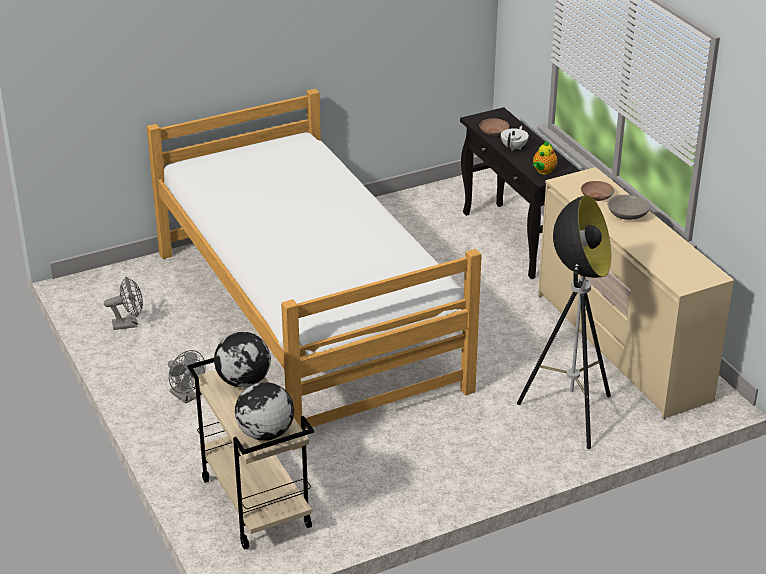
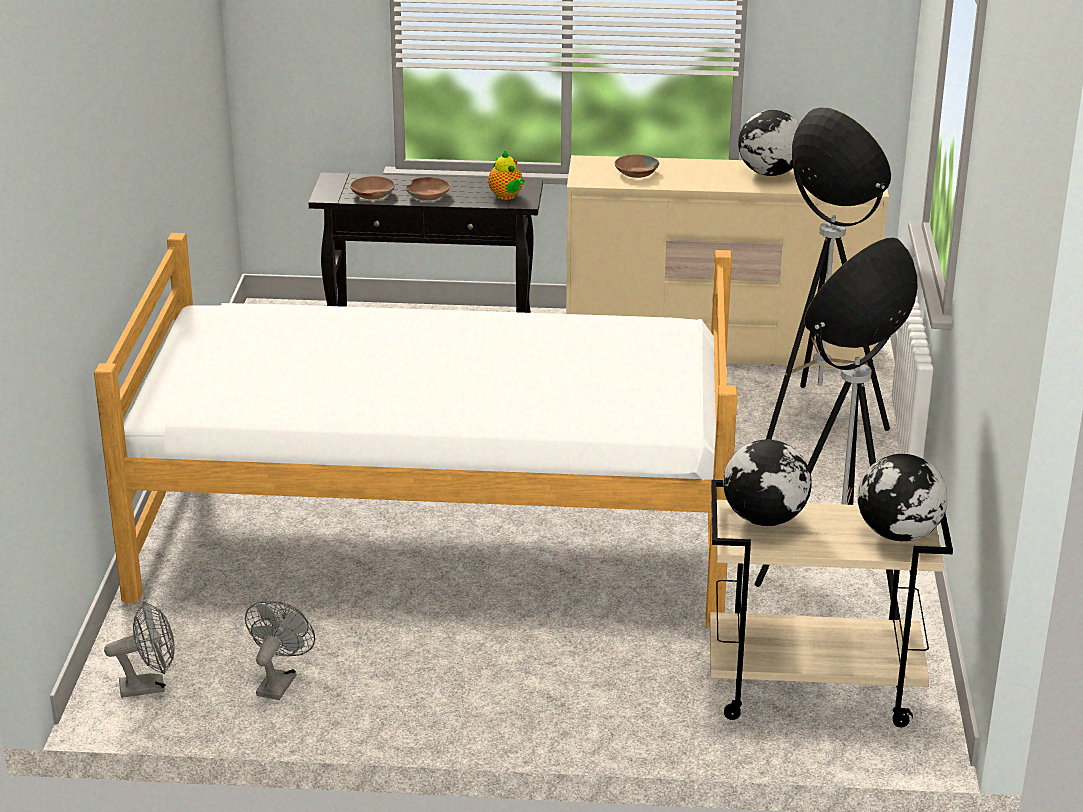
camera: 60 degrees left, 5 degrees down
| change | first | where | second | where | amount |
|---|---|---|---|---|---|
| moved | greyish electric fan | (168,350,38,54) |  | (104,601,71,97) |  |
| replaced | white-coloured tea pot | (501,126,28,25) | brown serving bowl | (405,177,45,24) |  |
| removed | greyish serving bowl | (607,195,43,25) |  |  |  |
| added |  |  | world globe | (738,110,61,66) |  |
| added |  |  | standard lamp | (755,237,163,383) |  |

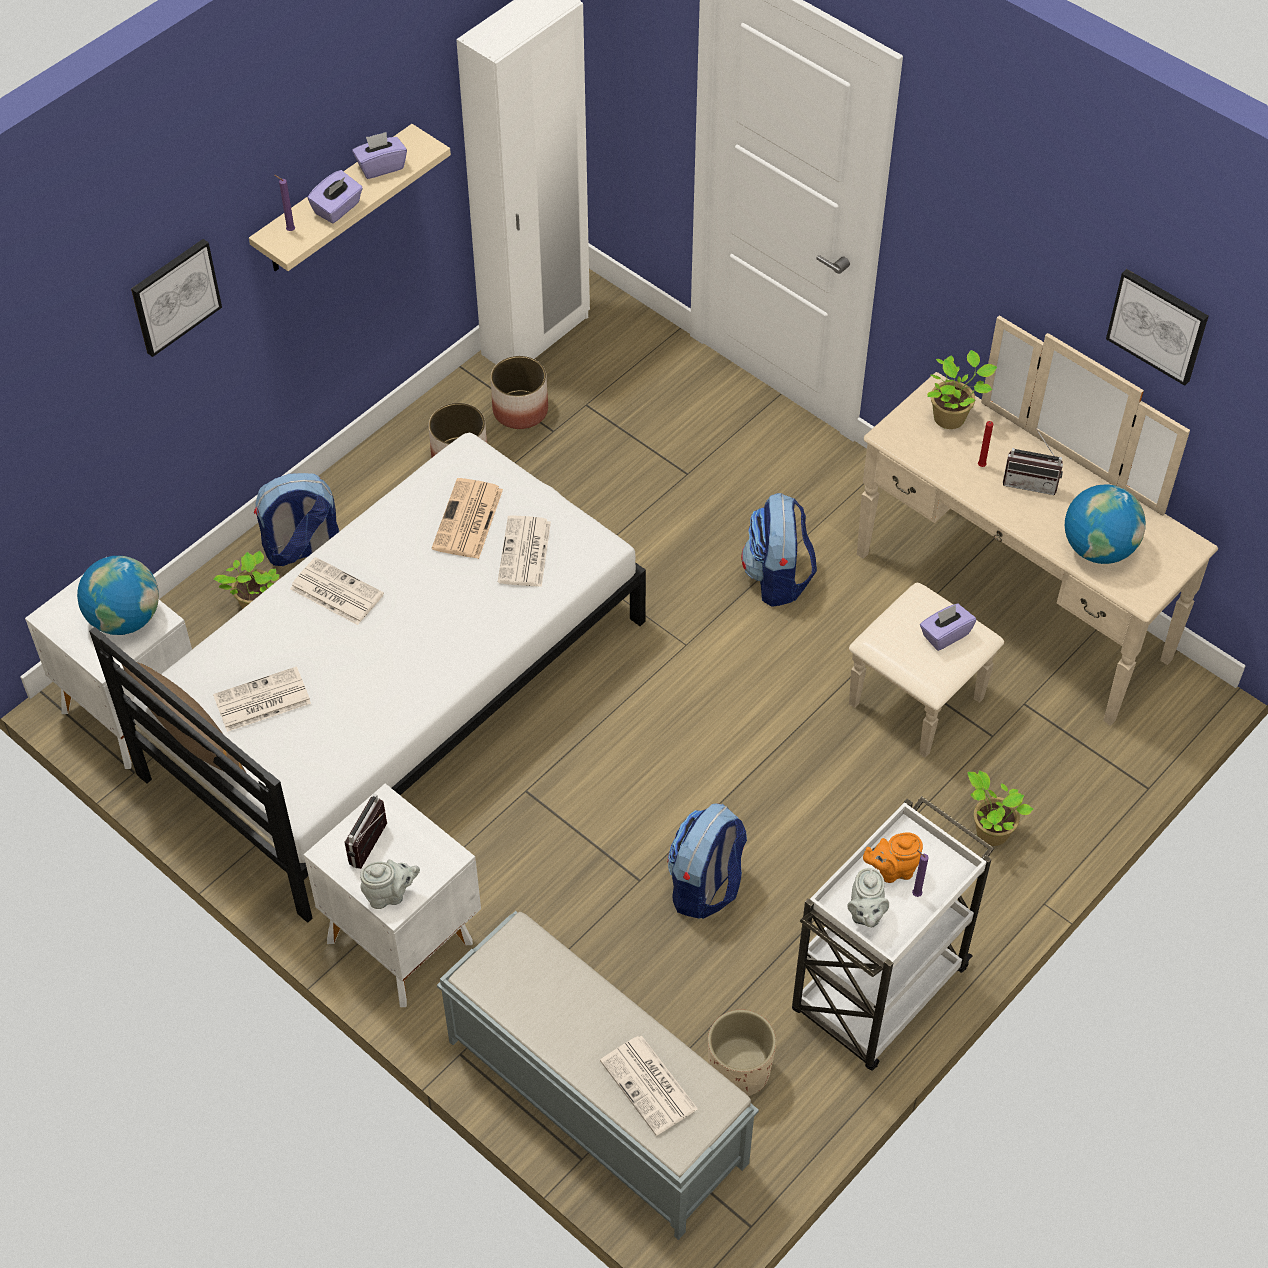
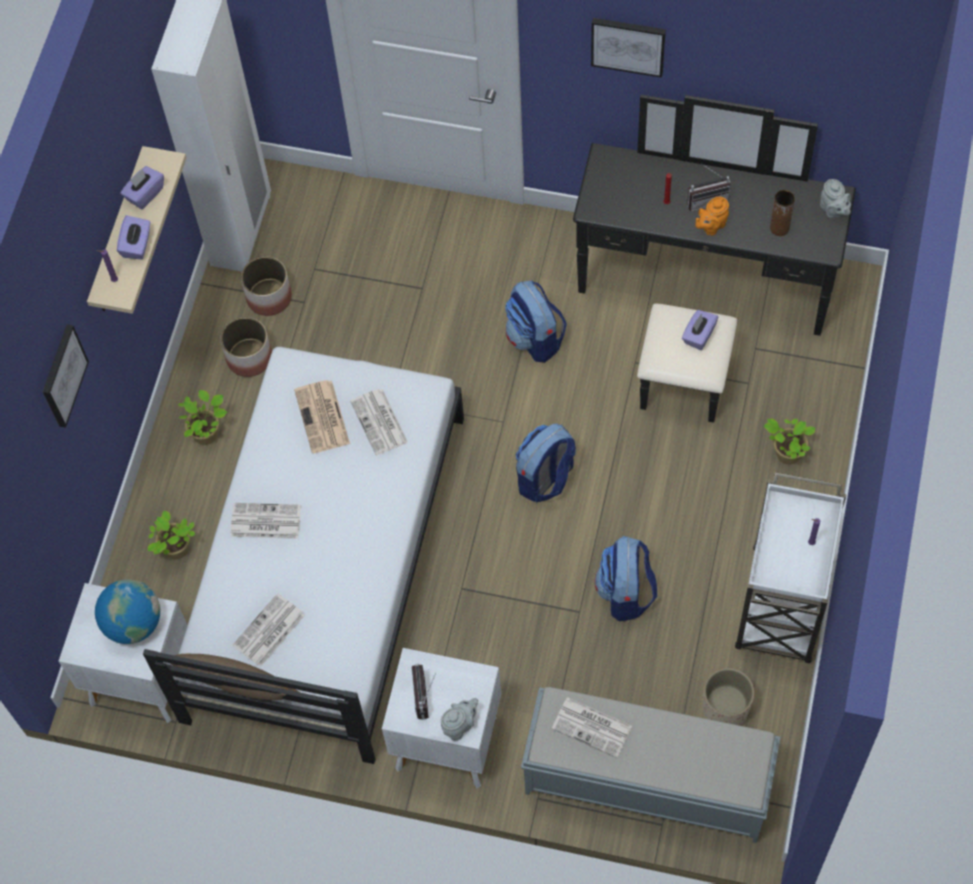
camera: 25 degrees left, 10 degrees up
| change | first | where | second | where | amount |
|---|---|---|---|---|---|
| moved | knapsack | (254,473,85,93) |  | (516,424,60,78) |  |
| moved | newspaper | (600,1036,98,100) |  | (552,697,80,61) |  |
| moved | greyish tea pot | (847,868,42,59) |  | (820,179,31,39) |  |
| recoloured | sand-coloured drawer chest | (849,315,369,443) | blackish drawer chest | (573,95,283,328) |  |
| moved | orangey tea pot | (863,833,60,50) |  | (695,197,34,39) |  |
| moved | plant in a pot | (927,350,70,79) |  | (178,390,49,55) |  |
| replaced | world globe | (1065,485,81,79) | brown decorative vase | (770,190,25,46) |  |
| moved | picture | (1106,269,102,117) |  | (591,18,75,60) |  |

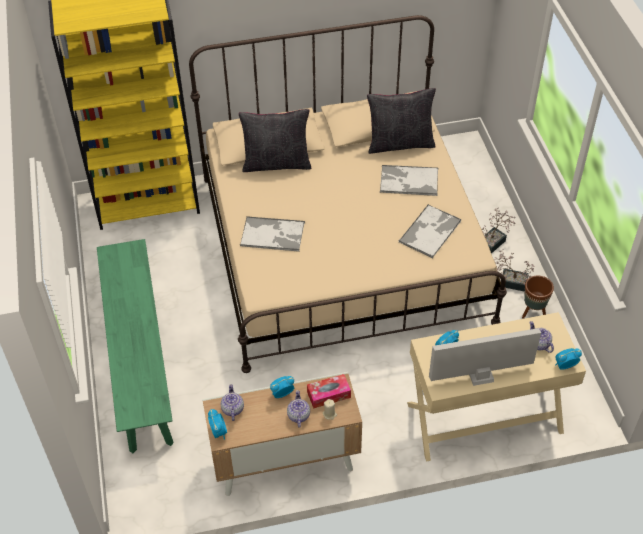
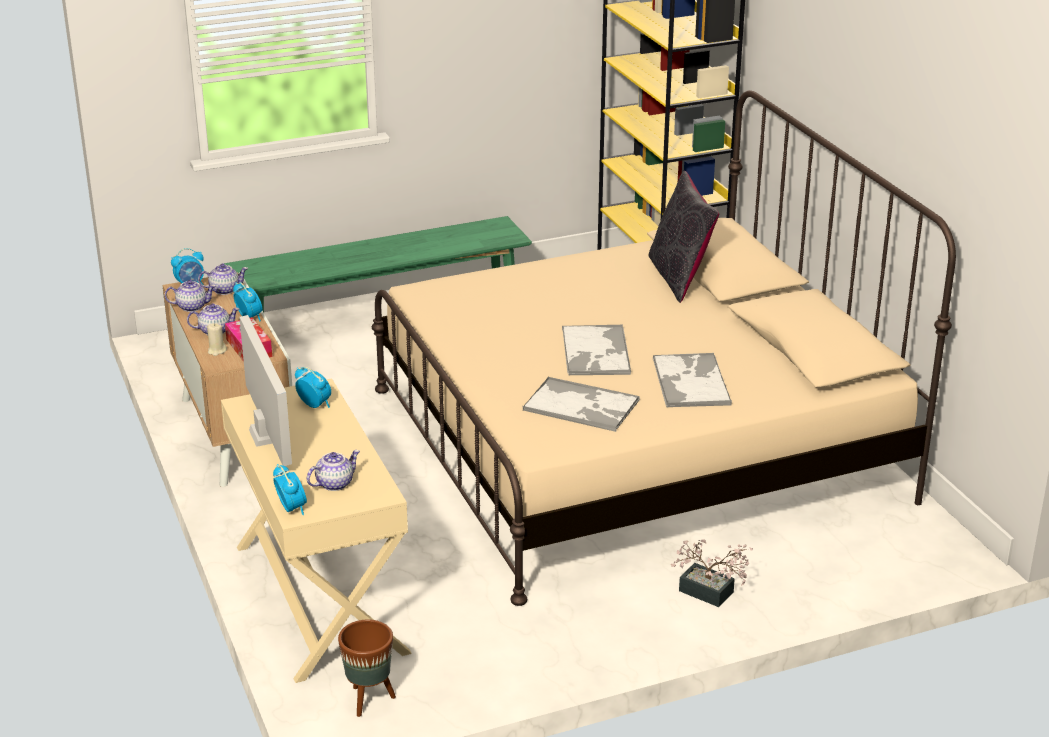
camera: 80 degrees right, 20 degrees down
| change | first | where | second | where | amount |
|---|---|---|---|---|---|
| moved | carrying tray | (240,216,65,36) |  | (562,325,69,50) |  |
| removed | blackish pillow | (367,88,69,66) |  |  |  |
| removed | plant in a pot | (494,249,41,43) |  |  |  |
| moved | brown flower pot | (522,275,32,44) |  | (338,619,58,98) |  |
| added |  |  | tea pot | (165,280,51,32) |  |

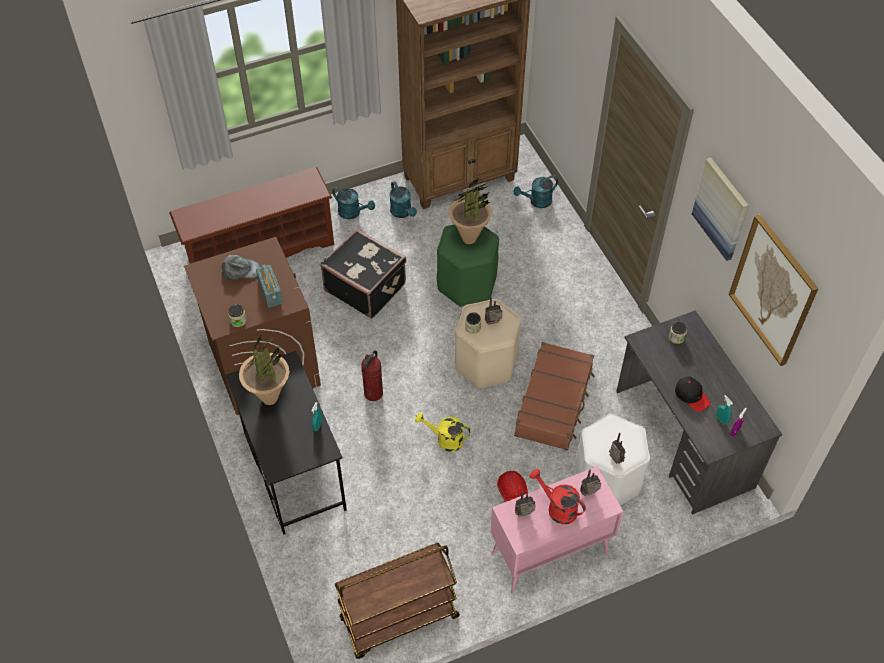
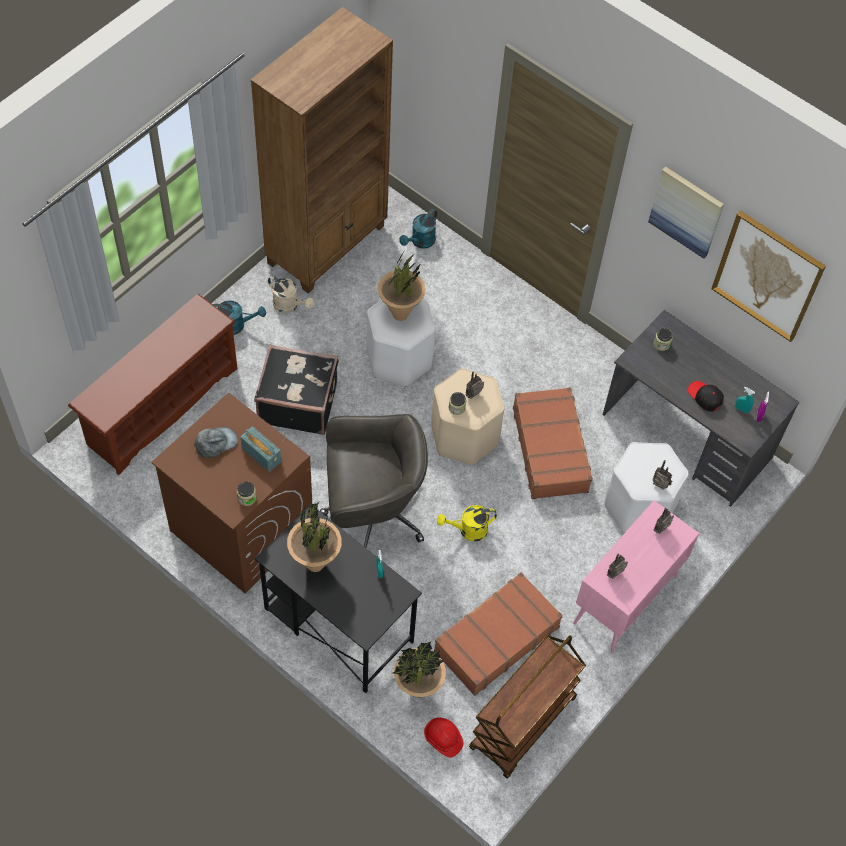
camera: 30 degrees left, 5 degrees up
| change | first | where | second | where | amount |
|---|---|---|---|---|---|
| replaced | fire-fighting cylinder | (361,350,22,51) | greyish computer chair | (320,414,108,134) |  |
| recoloured | turquoise sprinkling can | (390,181,27,37) | sand-coloured sprinkling can | (268,276,46,37) |  |
| recoloured | greenish stool seat | (437,225,62,82) | white-coloured stool seat | (366,299,69,88) |  |
| moved | red-coloured hard hat | (497,471,31,31) |  | (424,718,40,40) |  |
| removed | red-coloured sprinkling can | (530,469,56,55) |  |  |  |
| turned | blackish peaked cap | (675,377,35,35) |  | (687,381,37,31) | 150 degrees counterclockwise |
| added |  |  | plant in a pot | (392,641,54,57) |  |
| added |  |  | brown travel case | (434,572,129,124) |  |

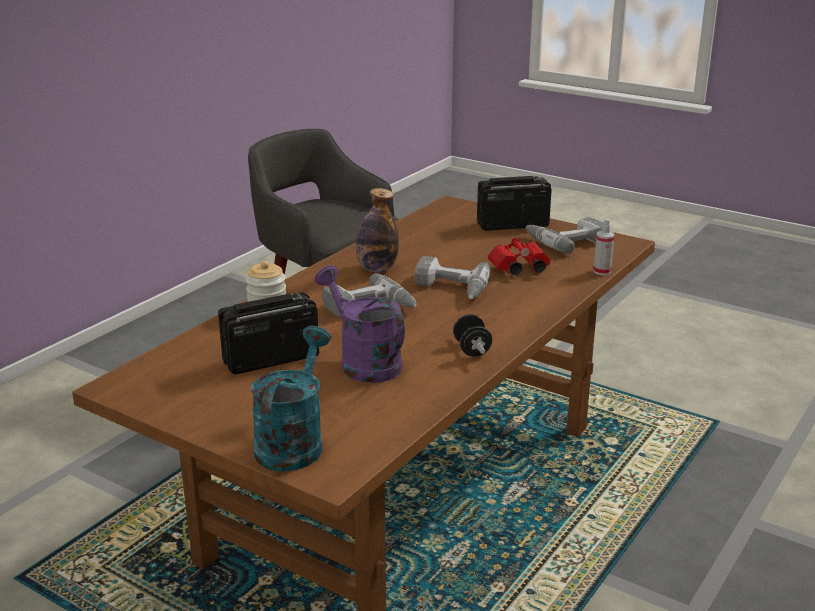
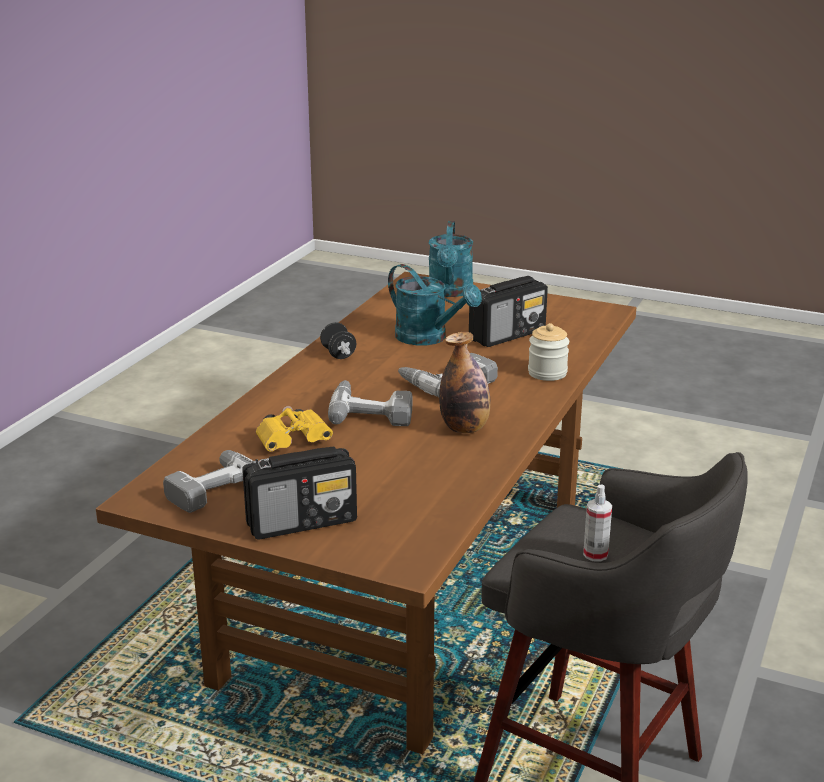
camera: 170 degrees right, 0 degrees up
| change | first | where | second | where | amount |
|---|---|---|---|---|---|
| recoloured | purple sprinkling can | (315,265,90,118) | turquoise sprinkling can | (388,264,94,81) |  |
| recoloured | red-coloured field glasses | (488,238,62,37) | yellow field glasses | (256,406,77,45) |  |
| moved | spray bottle | (593,219,22,56) |  | (583,485,29,77) |  |

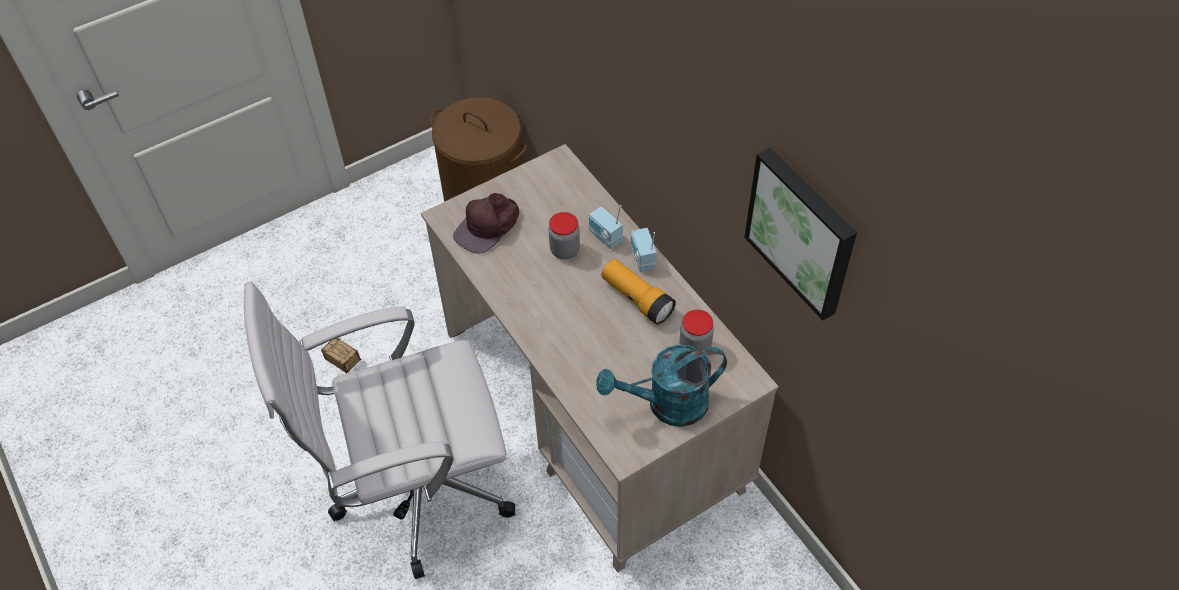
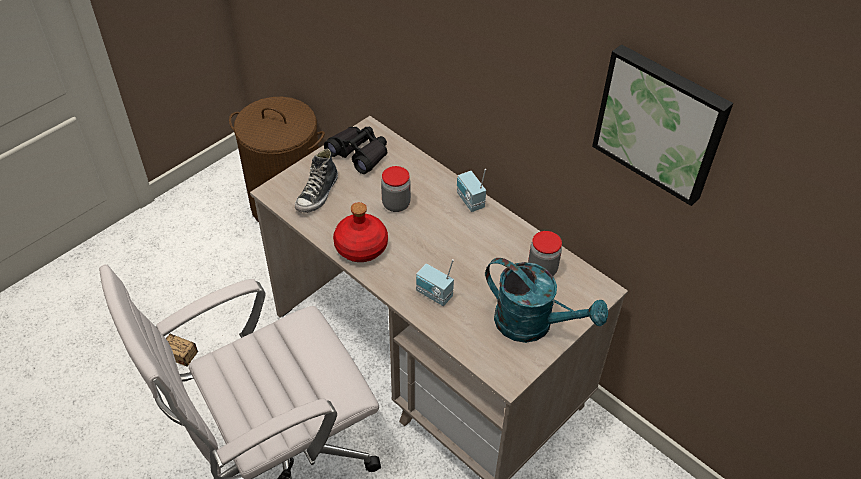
camera: 15 degrees left, 5 degrees down
| change | first | where | second | where | amount |
|---|---|---|---|---|---|
| replaced | brown peaked cap | (453,193,66,61) | shoe | (295,149,43,64) |  |
| moved | radio receiver | (589,205,34,44) |  | (416,259,38,47) |  |
| turned | turquoise sprinkling can | (596,345,131,82) |  | (485,258,123,85) | 120 degrees counterclockwise |
| removed | hand torch | (602,259,74,66) |  |  |  |
| added |  |  | blackish field glasses | (324,126,63,48) |  |
| added |  |  | red-coloured beverage bottle | (333,202,55,60) |  |

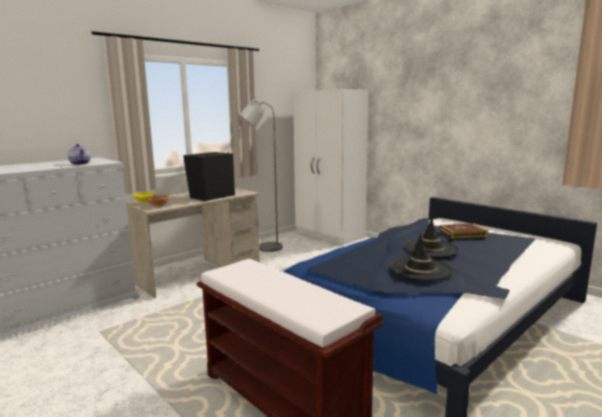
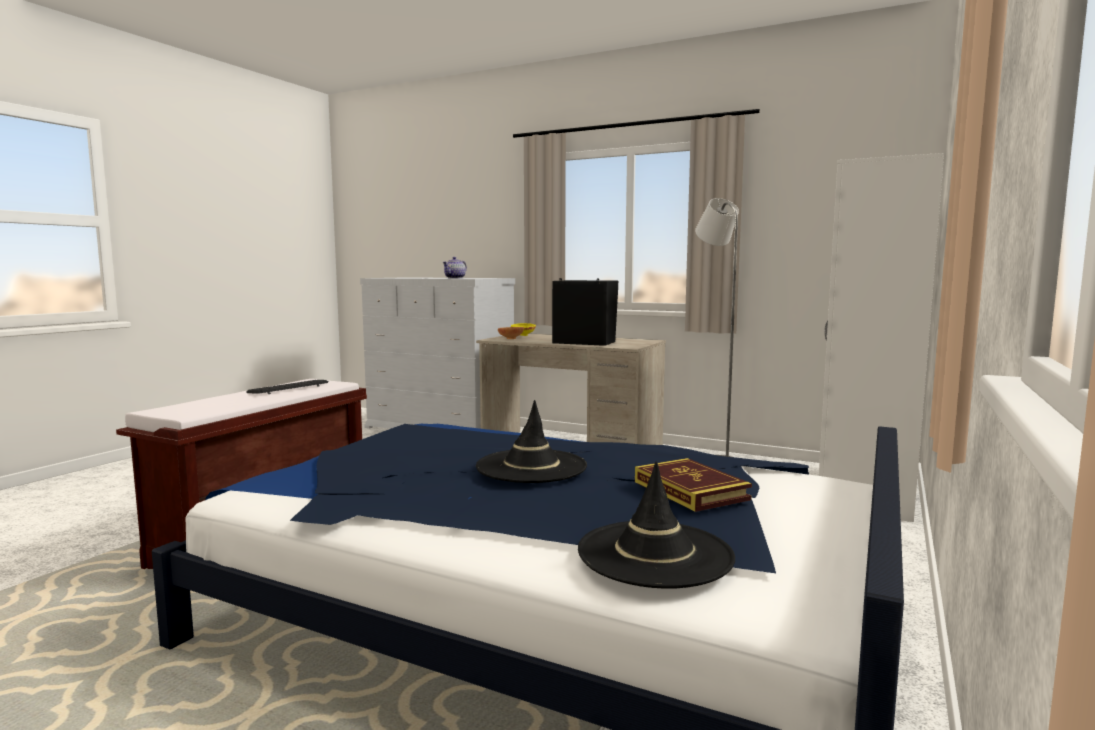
camera: 70 degrees right, 5 degrees down
| change | first | where | second | where | amount |
|---|---|---|---|---|---|
| moved | blackish clothing hat | (390,234,63,47) |  | (578,461,157,128) |  |
| added |  |  | keyboard | (246,380,83,14) |  |

